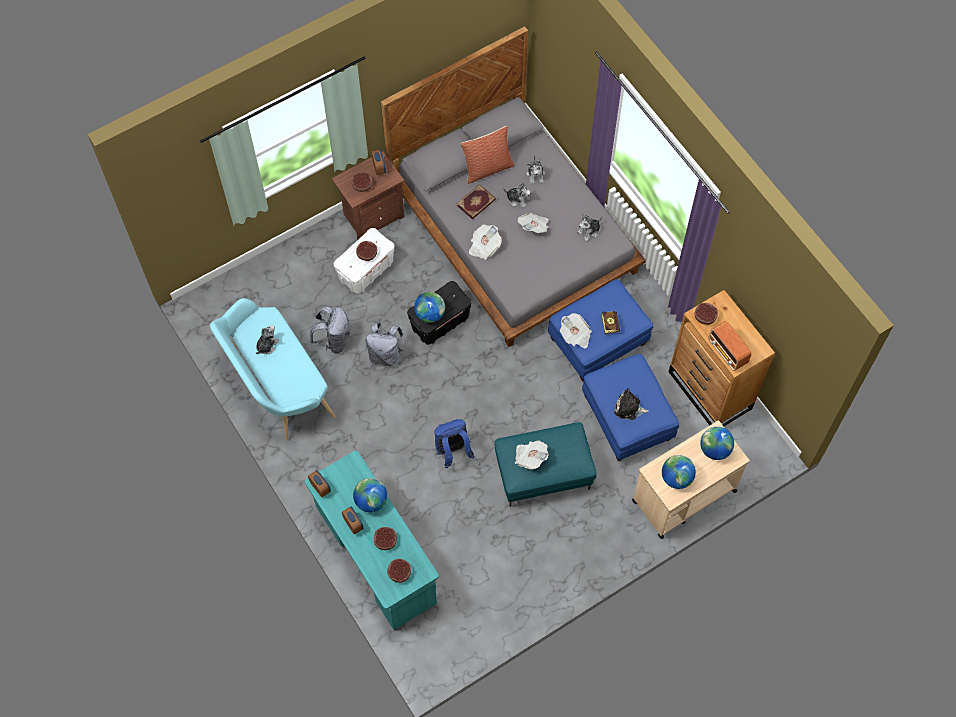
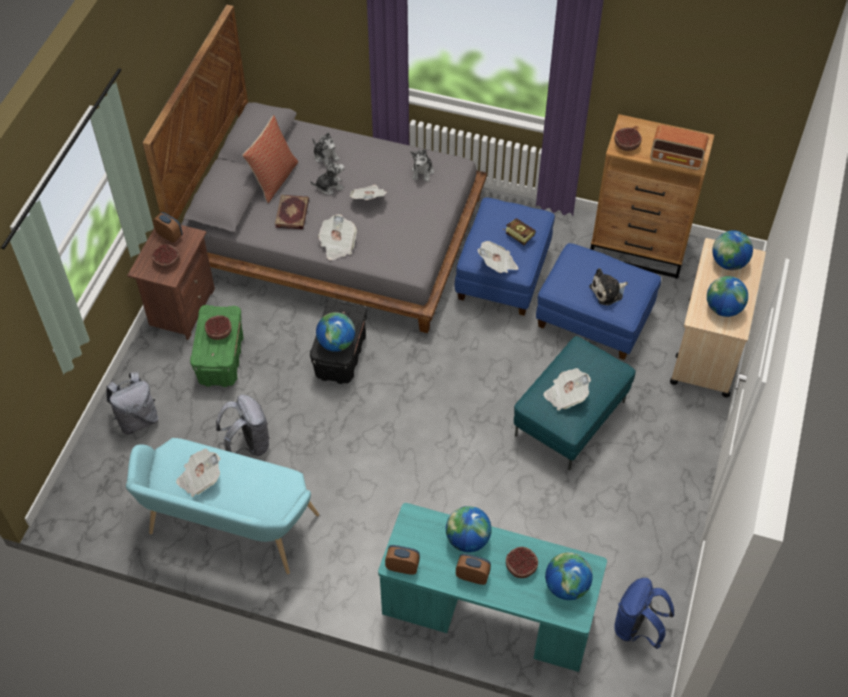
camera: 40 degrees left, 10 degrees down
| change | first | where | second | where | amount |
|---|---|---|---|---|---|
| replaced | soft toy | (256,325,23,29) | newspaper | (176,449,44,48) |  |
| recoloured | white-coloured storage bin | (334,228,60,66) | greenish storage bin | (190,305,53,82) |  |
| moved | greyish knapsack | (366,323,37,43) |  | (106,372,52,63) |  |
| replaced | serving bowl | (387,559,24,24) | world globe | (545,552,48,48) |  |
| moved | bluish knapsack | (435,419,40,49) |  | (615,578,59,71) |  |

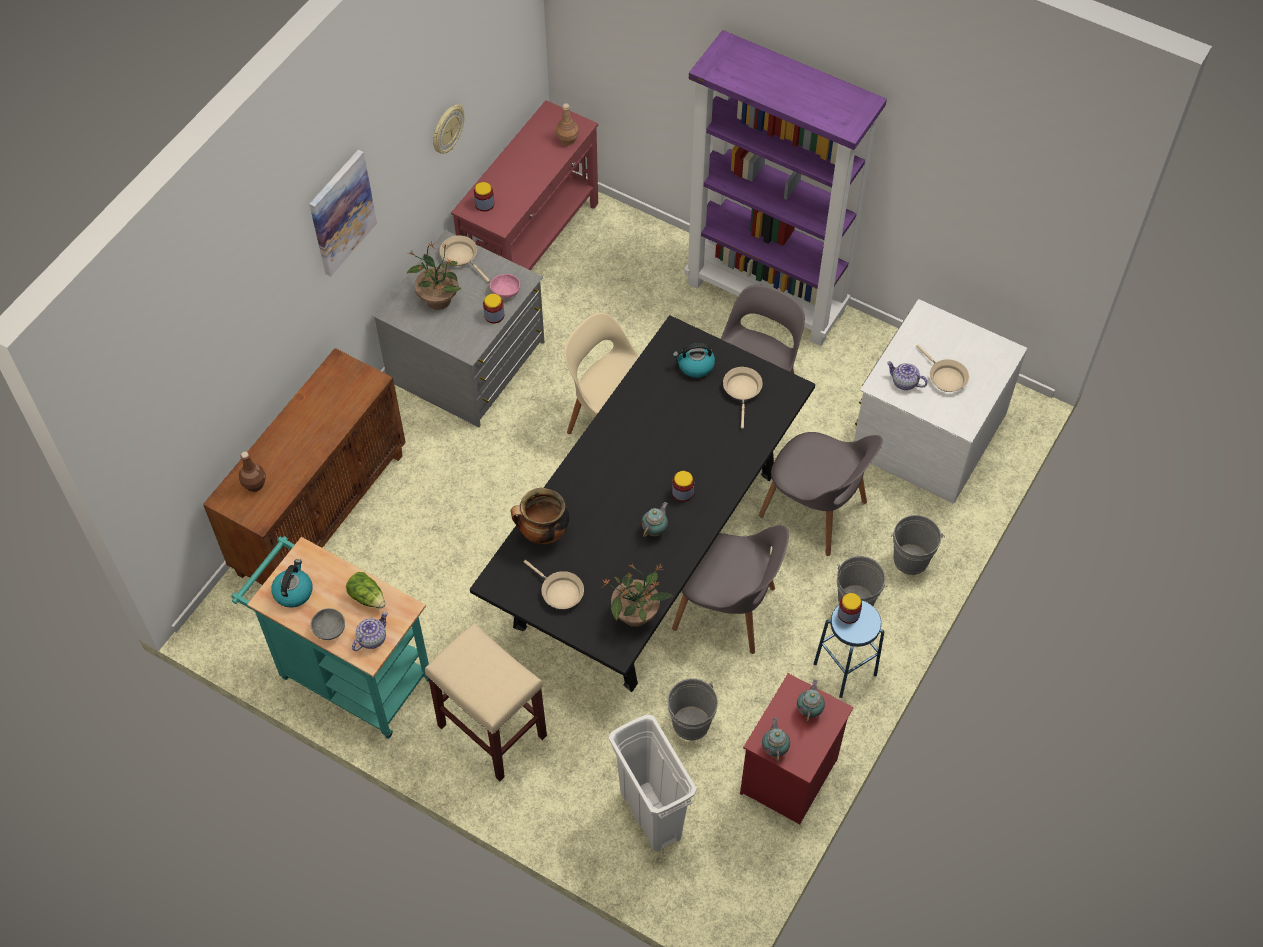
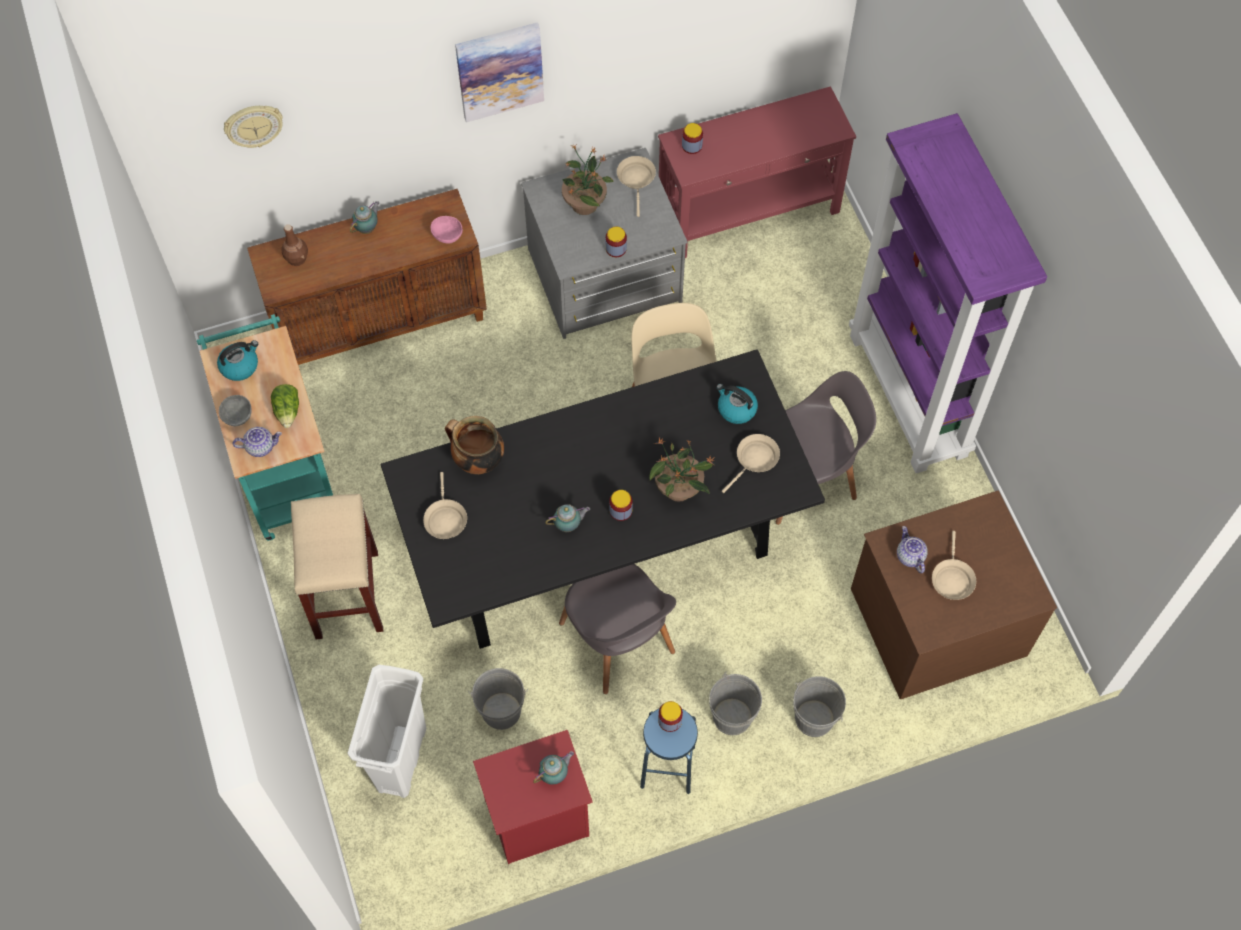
camera: 40 degrees right, 5 degrees up
| change | first | where | second | where | amount |
|---|---|---|---|---|---|
| moved | wall clock | (433,104,31,50) |  | (224,106,59,42) |  |
| moved | pinkish serving bowl | (490,274,30,24) |  | (431,216,32,28) |  |
| removed | brown beverage bottle | (556,103,23,43) |  |  |  |
| moved | plant in a pot | (602,563,72,64) |  | (649,437,66,64) |  |
| removed | greyish chair | (759,432,124,124) |  |  |  |
| moved | tea pot | (762,717,28,46) |  | (350,201,29,33) |  |
| recoloured | white-coloured drawer chest | (854,299,173,205) | brown drawer chest | (851,491,206,208) |  |

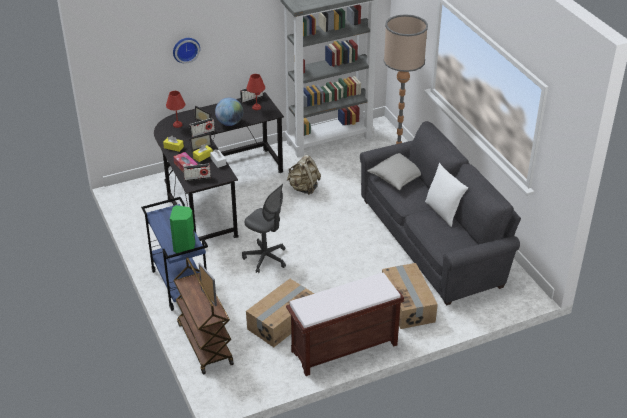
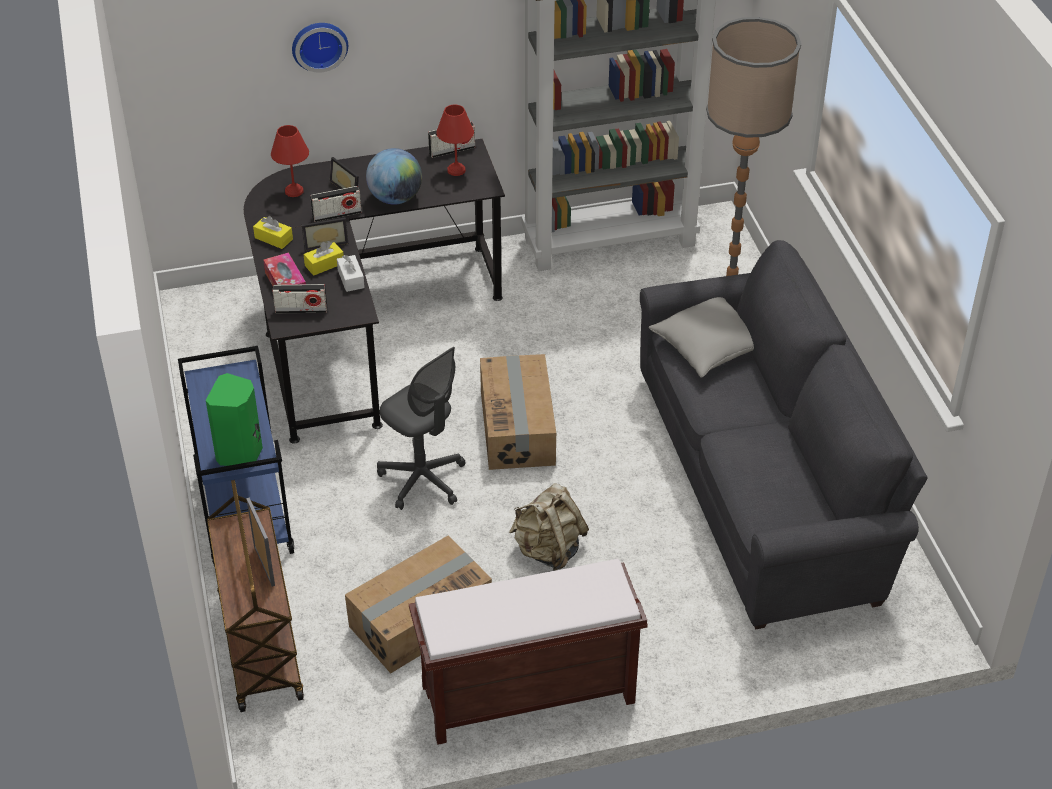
camera: 10 degrees right, 5 degrees up
| change | first | where | second | where | amount |
|---|---|---|---|---|---|
| moved | sand-coloured knapsack | (287,155,34,40) |  | (509,484,80,87) |  |
| moved | carton | (382,263,56,66) |  | (480,354,76,116) |  |
| removed | white-coloured pillow | (425,163,43,64) |  |  |  |

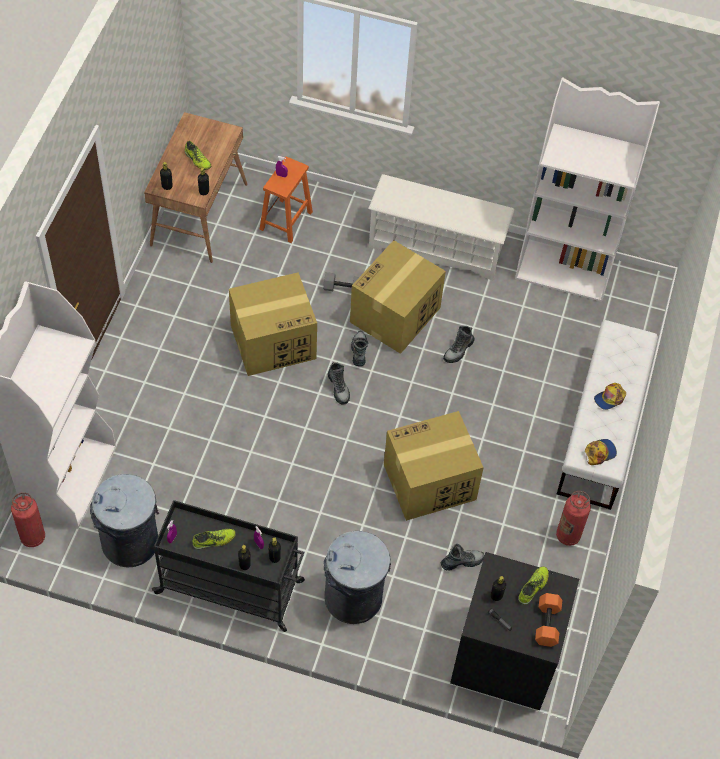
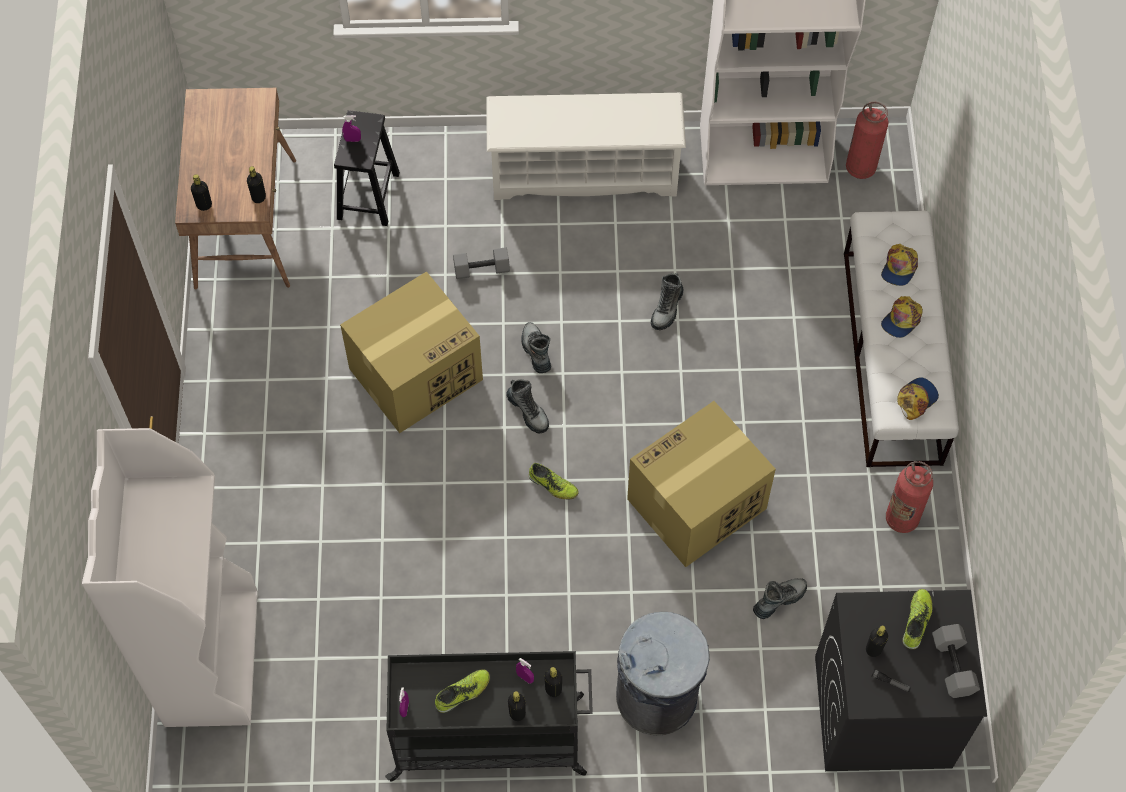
camera: 15 degrees left, 5 degrees up
| change | first | where | second | where | amount |
|---|---|---|---|---|---|
| moved | fire-fighting cylinder | (11,492,34,55) |  | (846,102,43,77) |  |
| removed | greyish rubbish bin | (90,474,69,93) |  |  |  |
| moved | shoe | (185,141,26,29) |  | (529,463,50,36) |  |
| recoloured | orangey stool seat | (260,156,53,87) | blackish stool seat | (334,110,66,116) |  |
| removed | carton | (350,240,96,114) |  |  |  |
| recoloured | orangey dumbbell | (535,593,27,54) | greyish dumbbell | (932,624,48,74) |  |
| added |  |  | peaked cap | (881,244,37,42) |  |

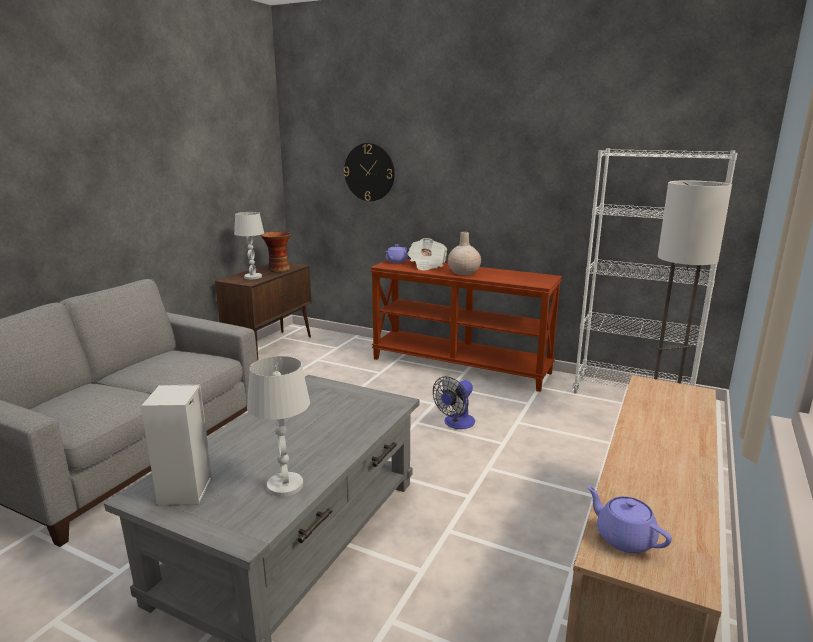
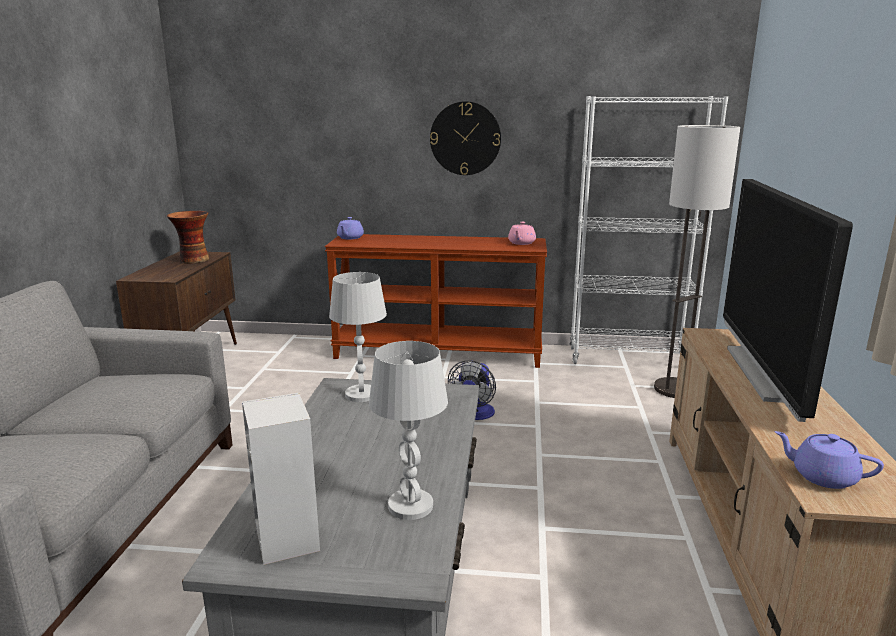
camera: 20 degrees left, 0 degrees up
| change | first | where | second | where | amount |
|---|---|---|---|---|---|
| moved | white-coloured tabletop lamp | (234,212,30,67) |  | (329,272,58,130) |  |
| moved | wall clock | (344,143,51,58) |  | (430,101,71,74) |  |
| removed | newspaper | (408,238,39,32) |  |  |  |
| removed | sand-coloured decorative vase | (448,232,33,43) |  |  |  |
| added |  |  | pinkish tea pot | (508,222,28,23) |  |
| added |  |  | TV | (723,179,130,243) |  |

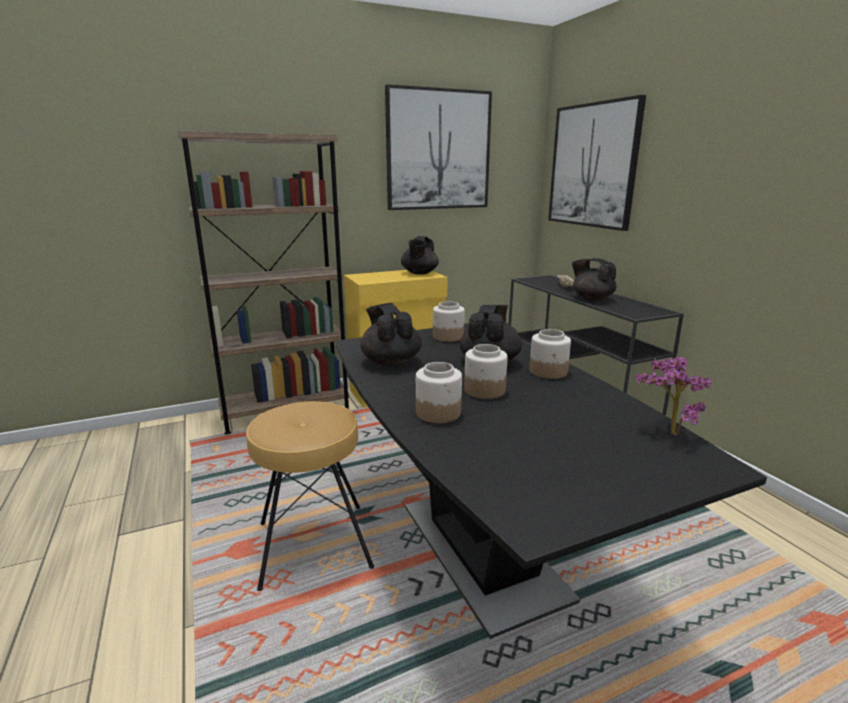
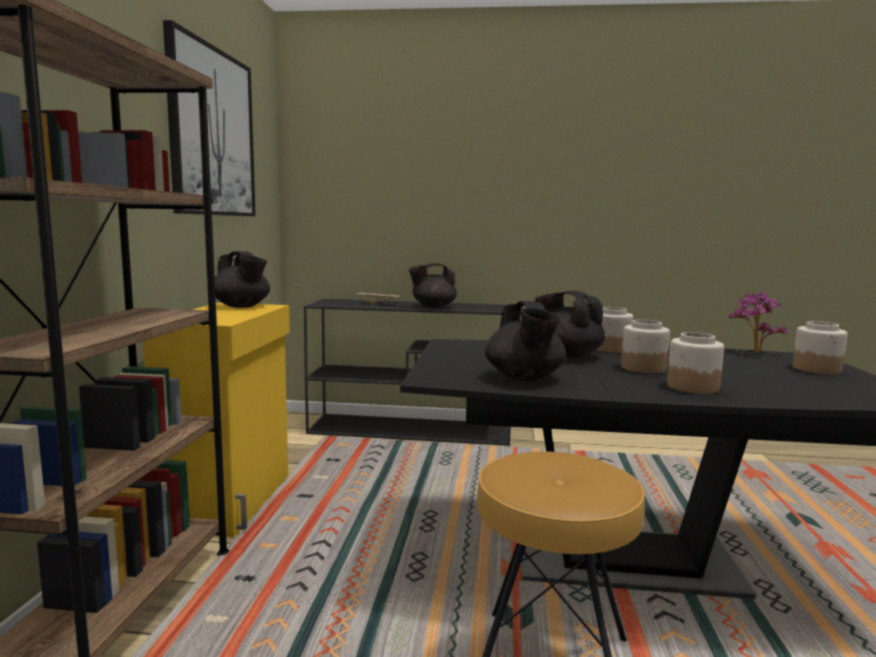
camera: 60 degrees left, 10 degrees down
| change | first | where | second | where | amount |
|---|---|---|---|---|---|
| turned | blackish tea pot | (360,303,62,63) |  | (485,301,81,80) | 105 degrees counterclockwise |
| moved | jar | (433,301,32,41) |  | (793,321,55,53) |  |
| removed | picture | (548,95,98,136) |  |  |  |

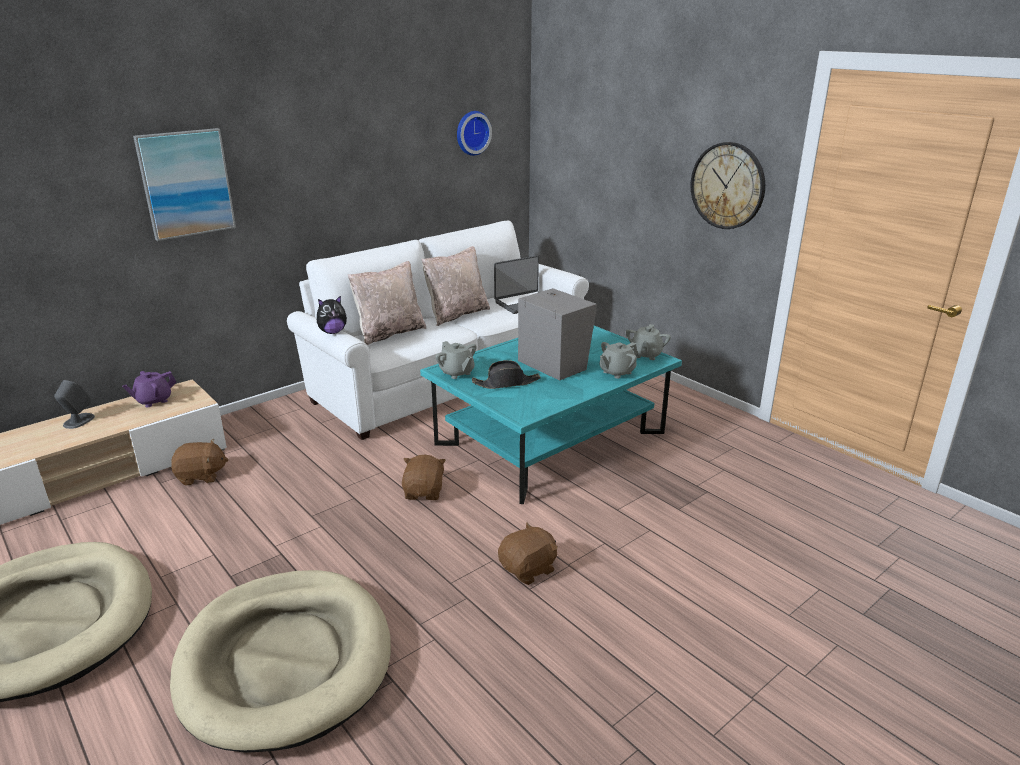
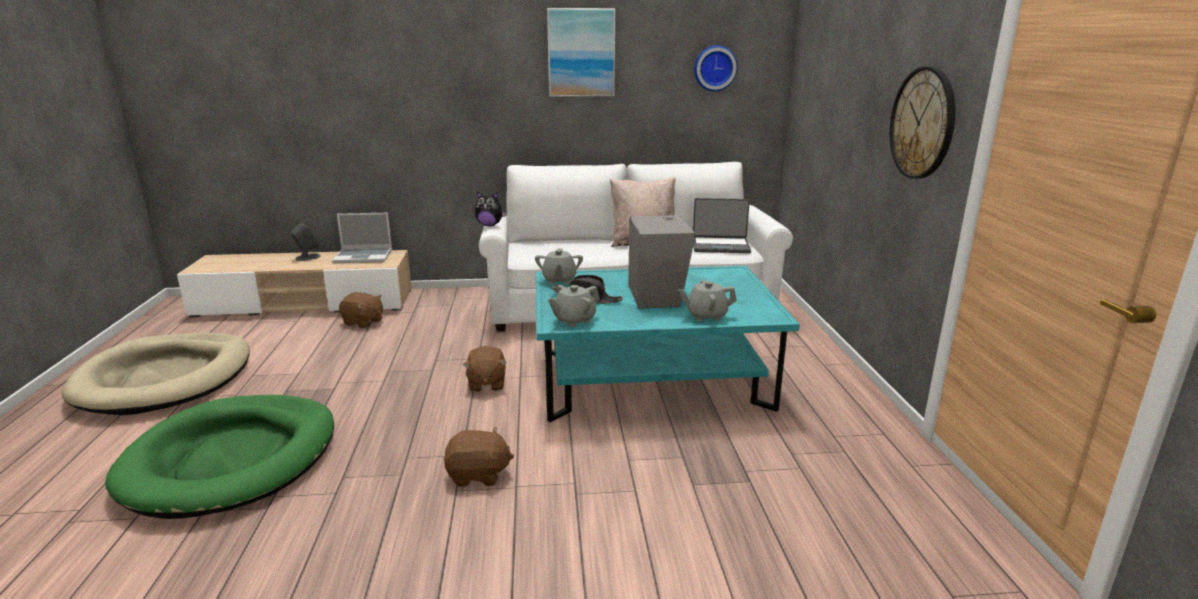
camera: 35 degrees right, 5 degrees down
| change | first | where | second | where | amount |
|---|---|---|---|---|---|
| replaced | purple tea pot | (122,371,54,36) | notebook computer | (332,213,60,50) |  |
| moved | picture | (133,128,103,113) |  | (547,8,68,89) |  |
| recoloured | sand-coloured dog bed | (170,570,221,183) | greenish dog bed | (105,395,229,124) |  |
| removed | sand-coloured pillow | (348,261,78,84) |  |  |  |
| turned | brown soft toy | (402,455,44,45) |  | (463,346,44,46) | 135 degrees clockwise |
| moved | greyish tea pot | (625,324,46,36) |  | (548,285,52,42) |  |

